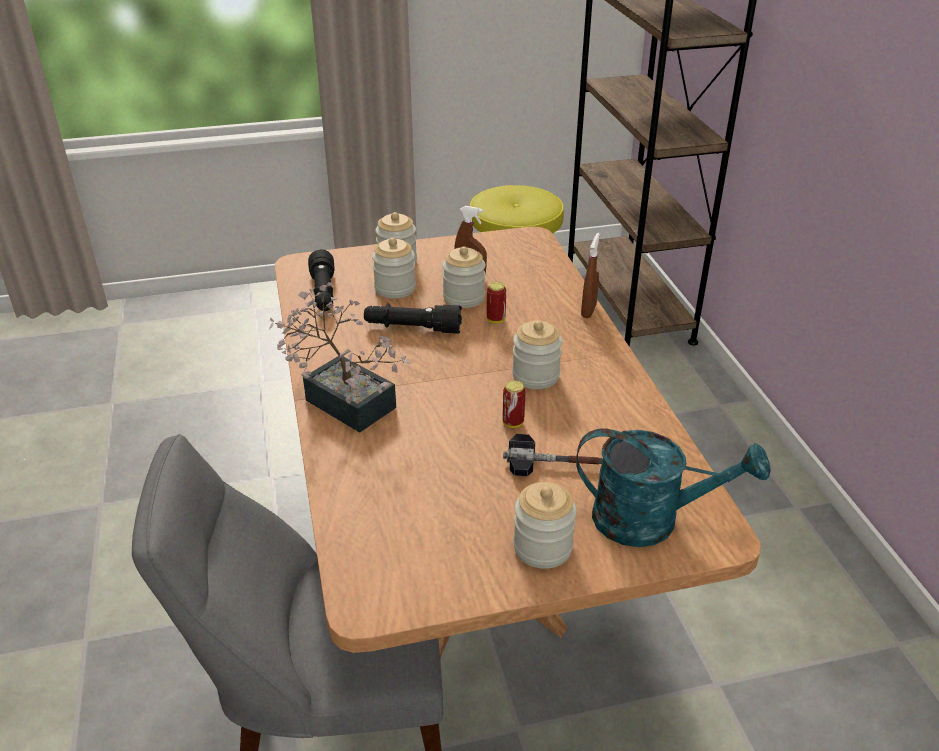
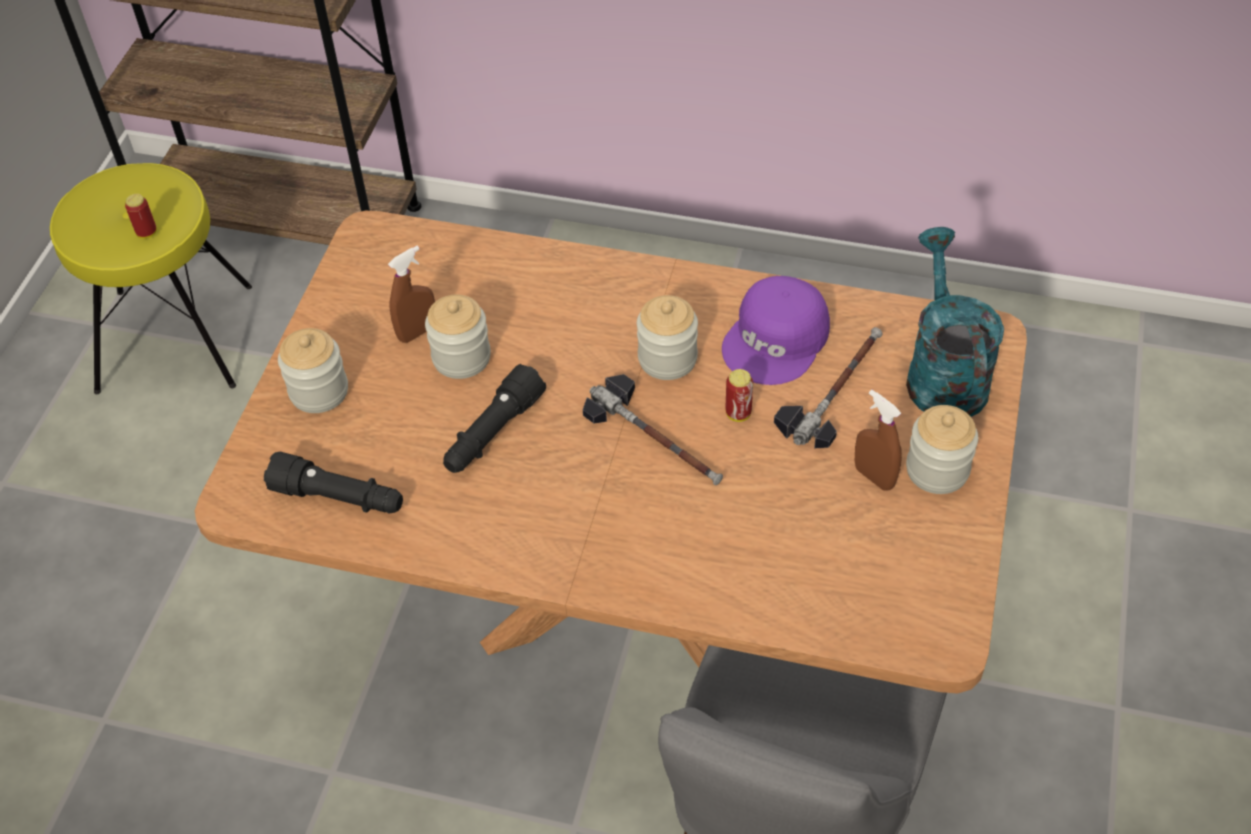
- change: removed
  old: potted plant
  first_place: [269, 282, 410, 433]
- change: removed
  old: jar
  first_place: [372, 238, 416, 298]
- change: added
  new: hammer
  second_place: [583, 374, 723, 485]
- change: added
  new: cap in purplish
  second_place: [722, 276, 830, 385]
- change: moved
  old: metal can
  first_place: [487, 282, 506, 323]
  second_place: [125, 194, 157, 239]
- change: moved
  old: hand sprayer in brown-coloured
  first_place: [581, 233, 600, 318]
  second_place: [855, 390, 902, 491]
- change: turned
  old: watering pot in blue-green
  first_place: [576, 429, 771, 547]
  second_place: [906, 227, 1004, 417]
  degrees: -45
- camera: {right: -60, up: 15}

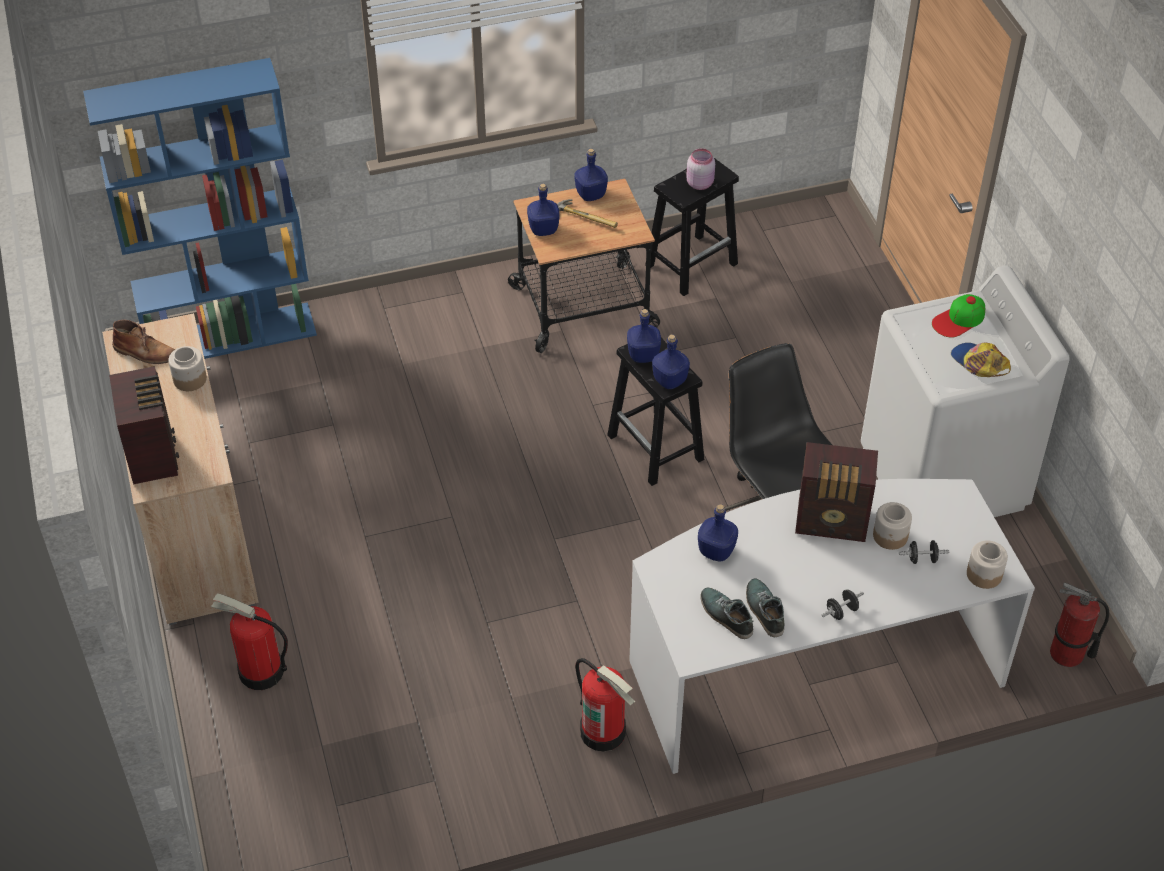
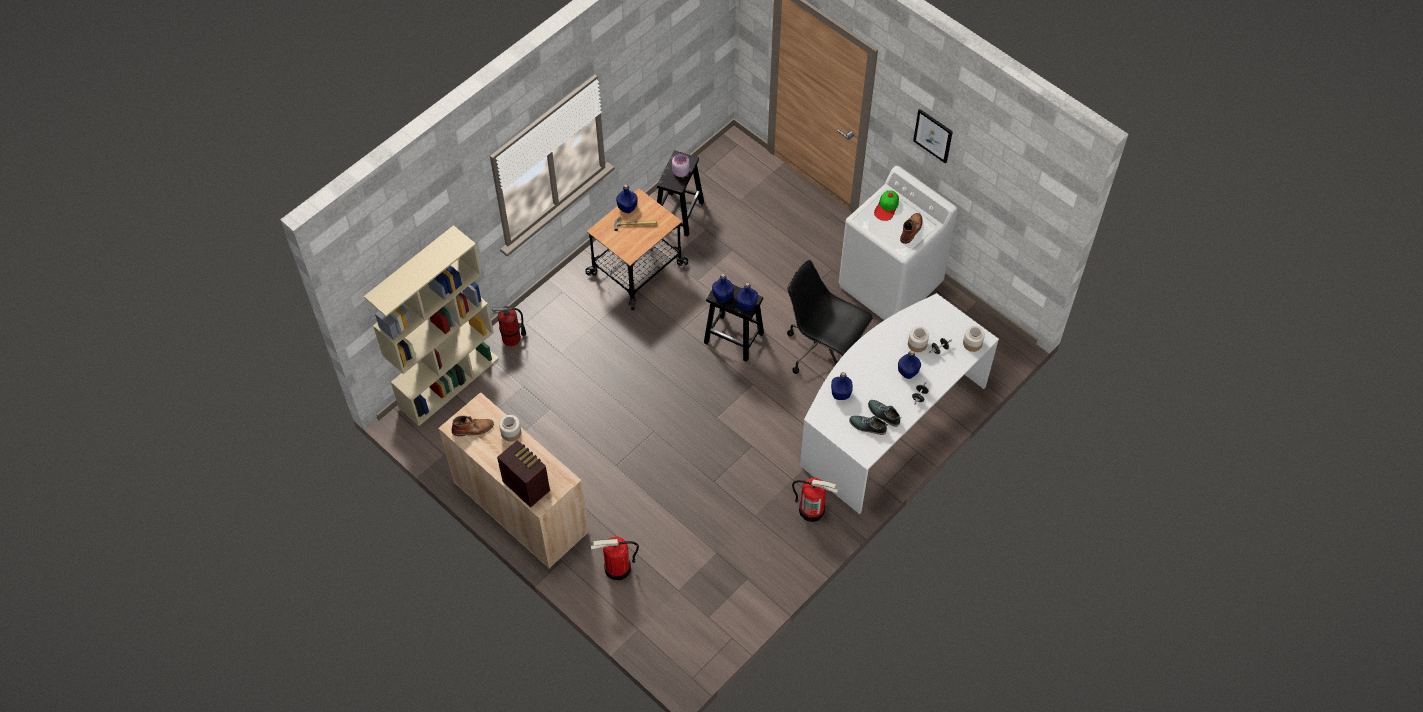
- change: removed
  old: radio set
  first_place: [795, 442, 878, 542]
- change: added
  new: wall art
  second_place: [913, 109, 953, 164]
- change: moved
  old: bottle in blue-coloured
  first_place: [527, 184, 560, 236]
  second_place: [898, 350, 921, 379]
- change: moved
  old: fire-fighting cylinder
  first_place: [1050, 582, 1109, 667]
  second_place: [492, 306, 526, 346]
- change: replaced
  old: cap
  new: boot in brown-coloured
  first_place: [951, 343, 1011, 377]
  second_place: [900, 213, 923, 244]
- change: recoloured
  old: bookshelf in blue-coloured
  new: bookshelf in sand-coloured
  first_place: [83, 58, 317, 359]
  second_place: [364, 225, 499, 426]
- camera: {right: -30, up: 10}

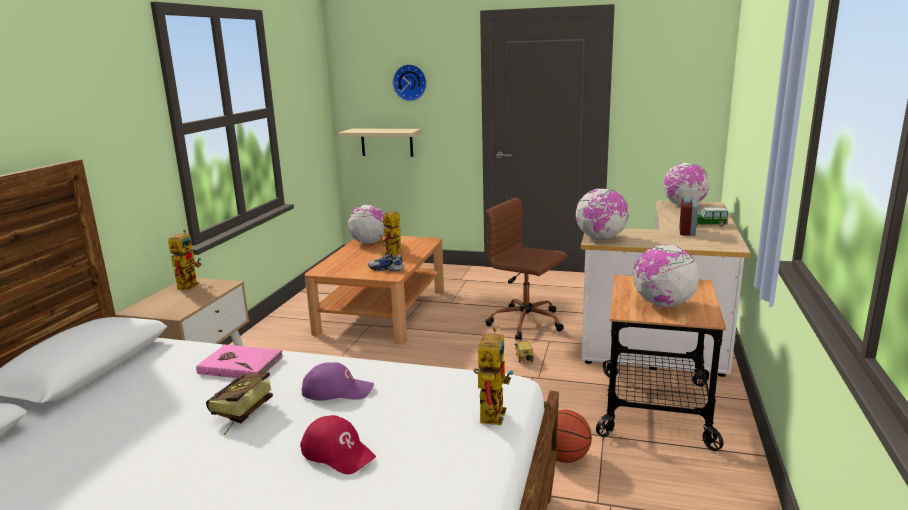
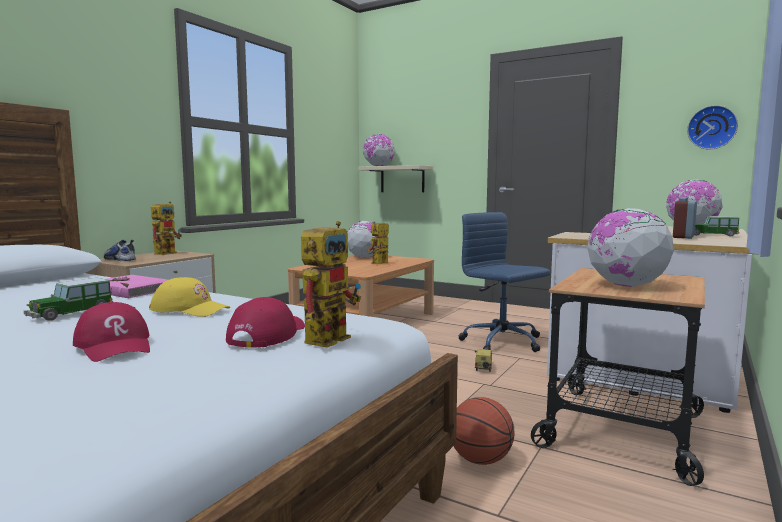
- change: added
  new: cap in red-coloured
  second_place: [226, 297, 305, 348]
- change: moved
  old: item of footwear
  first_place: [368, 253, 404, 272]
  second_place: [104, 240, 136, 261]
- change: moved
  old: clock on the wall
  first_place: [393, 64, 427, 101]
  second_place: [687, 105, 738, 149]
- change: moved
  old: desk globe
  first_place: [576, 188, 629, 240]
  second_place: [363, 134, 395, 166]
- change: replaced
  old: bound book
  new: toy car
  first_place: [206, 372, 273, 435]
  second_place: [24, 278, 113, 321]
- change: recoloured
  old: cap in purplish
  new: cap in yellow-coloured
  first_place: [301, 362, 374, 401]
  second_place: [149, 277, 230, 317]
- change: recoloured
  old: office chair in brown-coloured
  new: office chair in blue-coloured
  first_place: [485, 198, 567, 340]
  second_place: [458, 212, 551, 352]
- camera: {right: 15, up: -10}

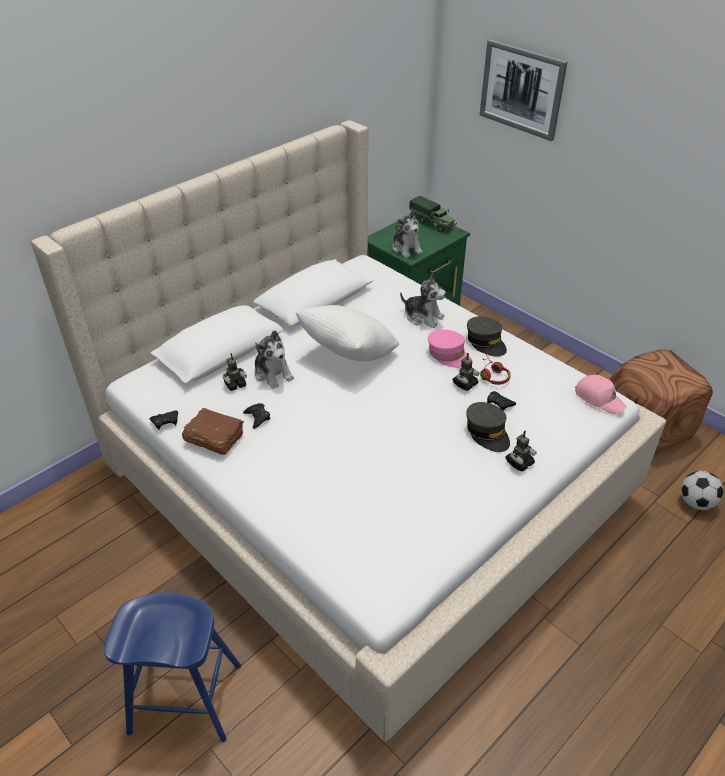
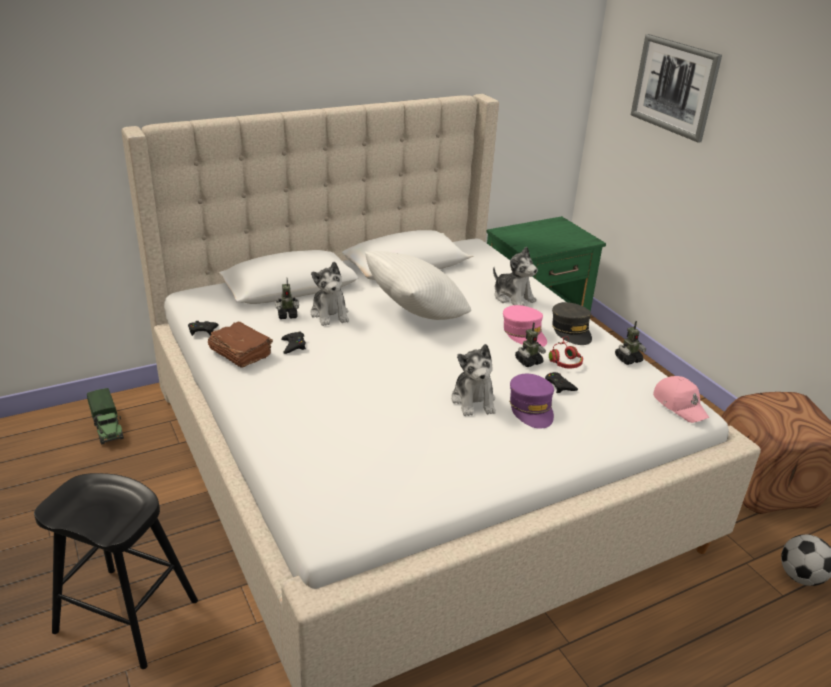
- change: moved
  old: plush toy
  first_place: [392, 210, 423, 258]
  second_place: [451, 344, 496, 416]
- change: moved
  old: model truck
  first_place: [409, 196, 457, 233]
  second_place: [87, 388, 124, 445]
- change: moved
  old: toy robot
  first_place: [506, 430, 537, 471]
  second_place: [615, 321, 646, 365]
- change: recoloured
  old: sitting stool in blue-coloured
  new: sitting stool in black-coloured
  first_place: [104, 592, 241, 742]
  second_place: [34, 473, 198, 669]
- change: recoloured
  old: cap in gray
  new: cap in purplish
  first_place: [466, 402, 510, 452]
  second_place: [509, 374, 554, 429]
- camera: {right: 15, up: -10}

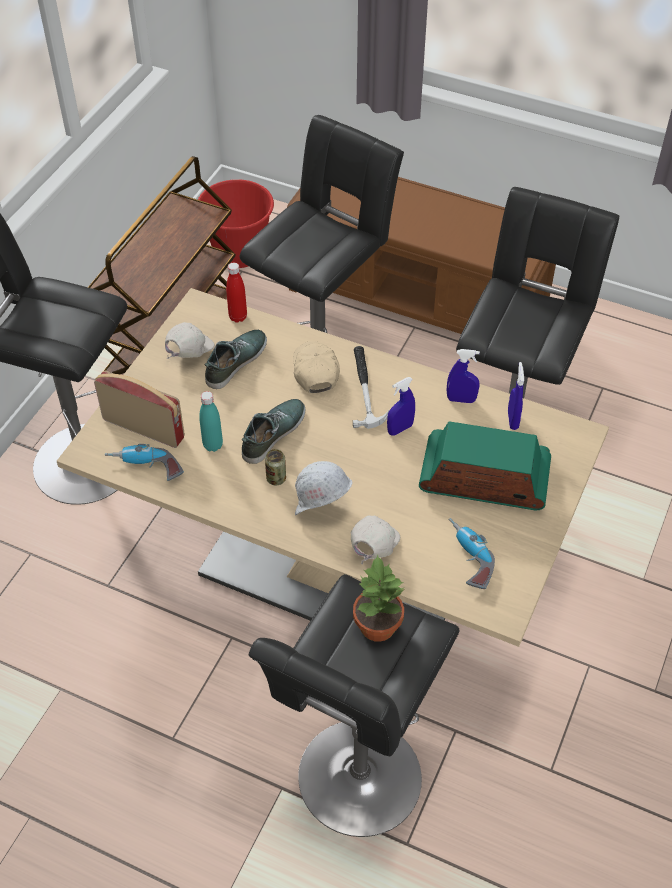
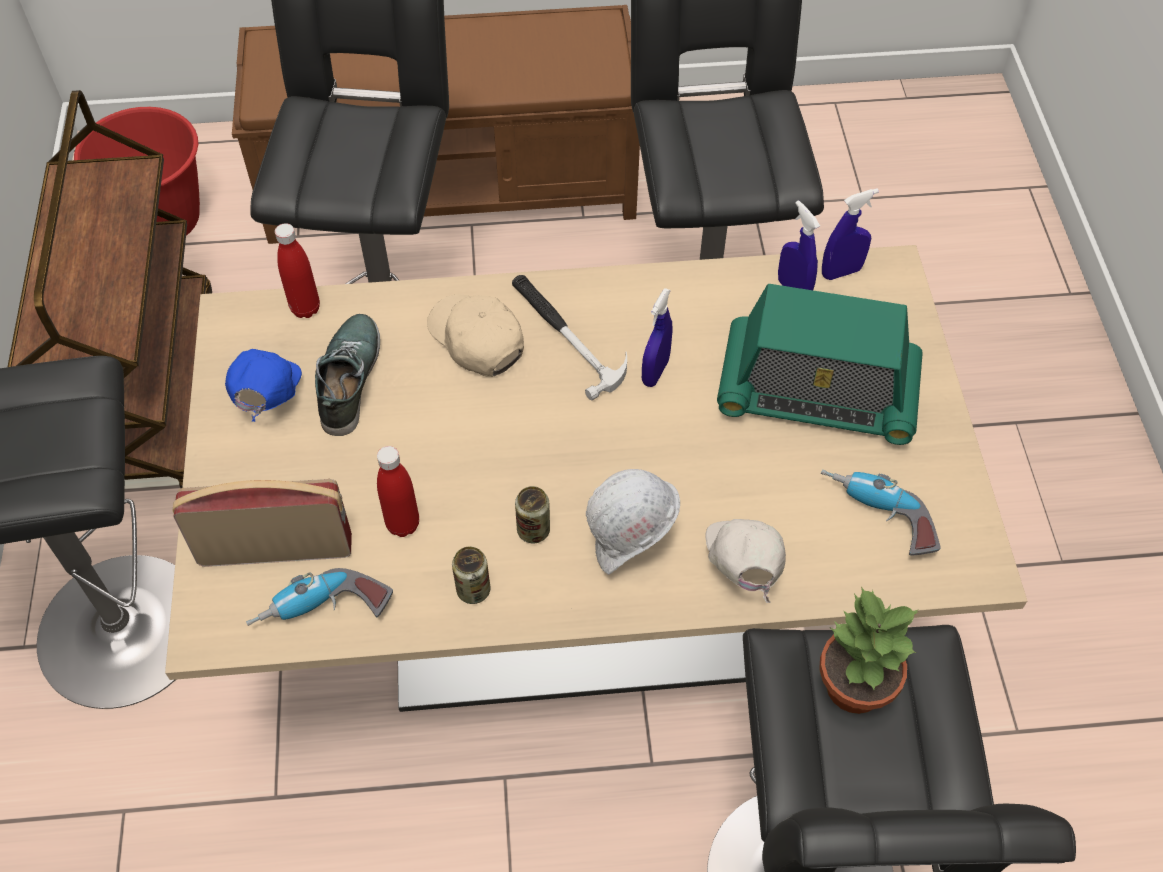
- change: removed
  old: item of footwear
  first_place: [242, 399, 306, 464]
- change: added
  new: metal can
  second_place: [452, 546, 490, 604]
- change: moved
  old: hand sprayer in blue-coloured
  first_place: [447, 349, 480, 403]
  second_place: [822, 188, 879, 280]
- change: recoloured
  old: cap in white
  new: cap in blue-coloured
  first_place: [165, 322, 215, 359]
  second_place: [225, 349, 302, 422]
- change: recoloured
  old: bottle in blue-green
  new: bottle in red-coloured
  first_place: [199, 391, 223, 452]
  second_place: [377, 446, 419, 537]
- change: turned
  old: radio set
  first_place: [419, 421, 551, 510]
  second_place: [717, 284, 923, 445]
  degrees: -150
- camera: {right: -30, up: 5}

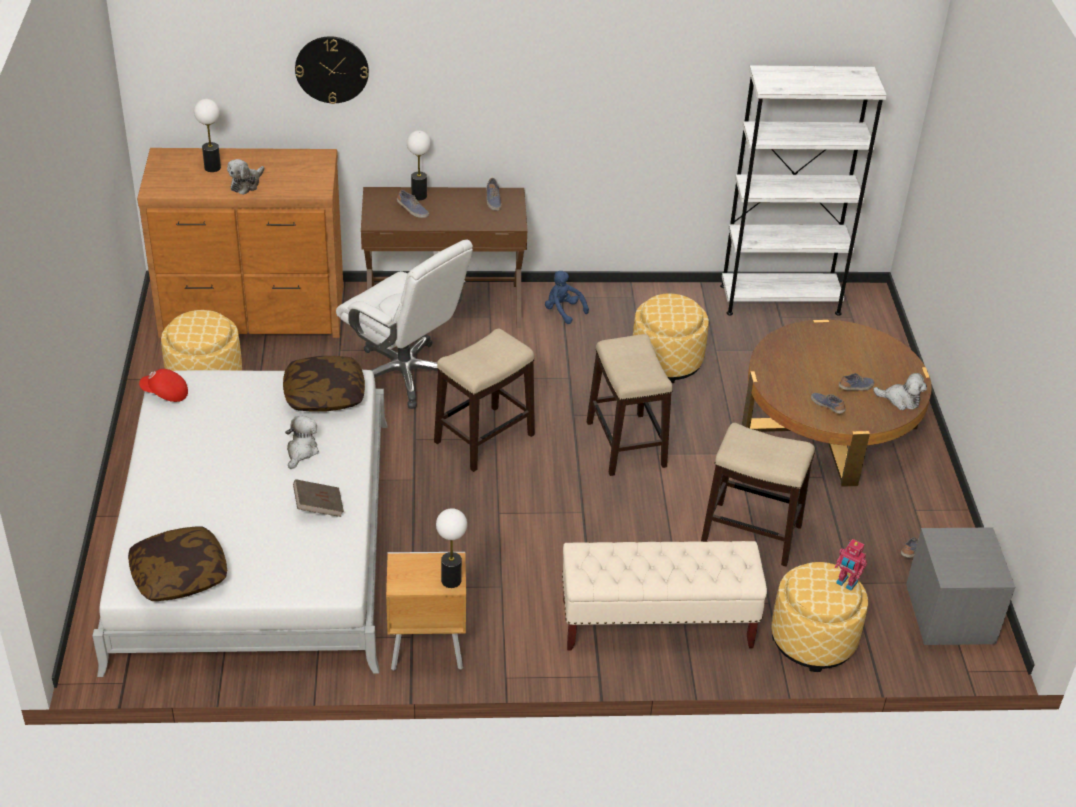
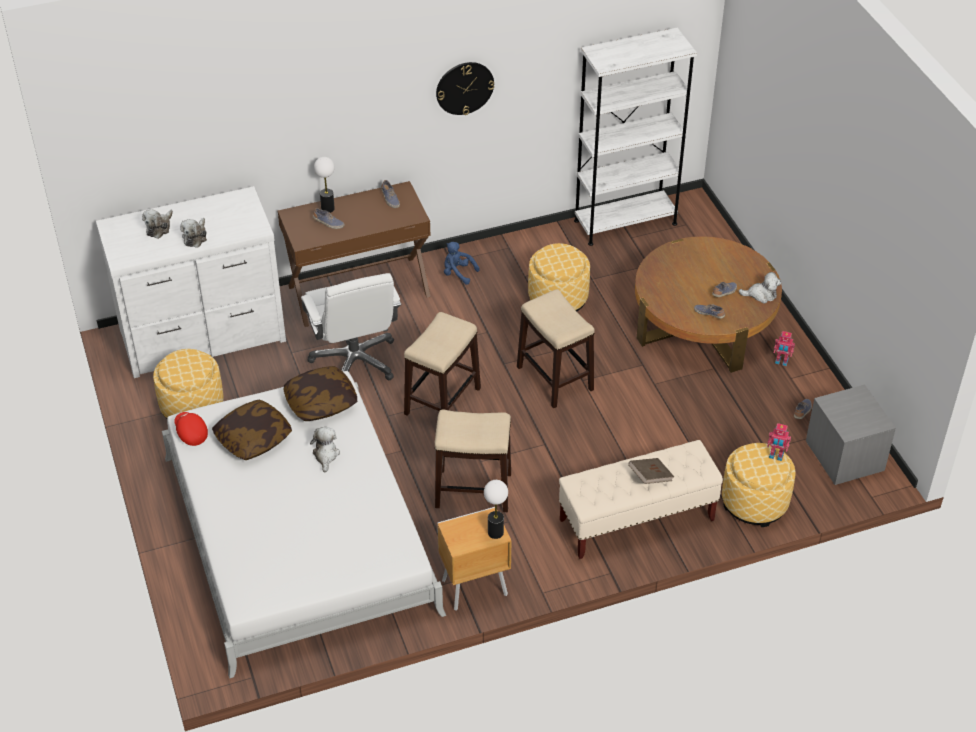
- change: added
  new: toy robot
  second_place: [774, 331, 795, 366]
- change: moved
  old: throw pillow
  first_place: [128, 526, 227, 601]
  second_place: [212, 399, 292, 460]
- change: moved
  old: bound book in brown-coloured
  first_place: [293, 479, 344, 517]
  second_place: [628, 458, 674, 484]
- change: moved
  old: clock on the wall
  first_place: [295, 36, 369, 104]
  second_place: [436, 62, 494, 115]
- change: moved
  old: sitting stool
  first_place: [701, 423, 815, 566]
  second_place: [434, 409, 511, 512]
- change: replaced
  old: lamp for a table
  new: plush toy
  first_place: [194, 99, 221, 172]
  second_place: [142, 209, 173, 239]
- change: recoloured
  old: dresser in brown-coloured
  new: dresser in white
  first_place: [137, 148, 343, 338]
  second_place: [96, 186, 286, 378]
- change: turned
  old: cap in red-coloured
  first_place: [139, 369, 188, 402]
  second_place: [174, 412, 208, 446]
  degrees: 60
- change: turned
  old: office chair in white
  first_place: [336, 240, 473, 409]
  second_place: [301, 273, 401, 380]
  degrees: 45
- camera: {right: -15, up: 5}

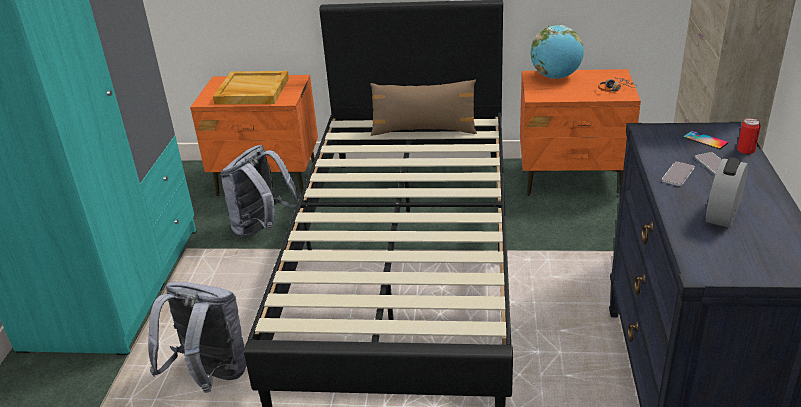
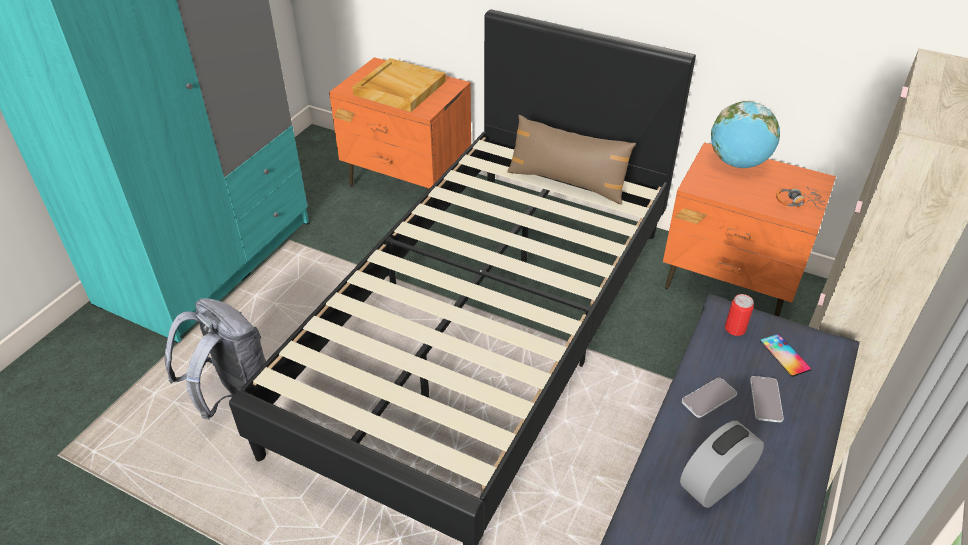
- change: removed
  old: backpack in gray
  first_place: [221, 145, 299, 238]
- change: moved
  old: metal can
  first_place: [737, 118, 761, 154]
  second_place: [725, 294, 754, 336]
- camera: {right: 20, up: 10}

